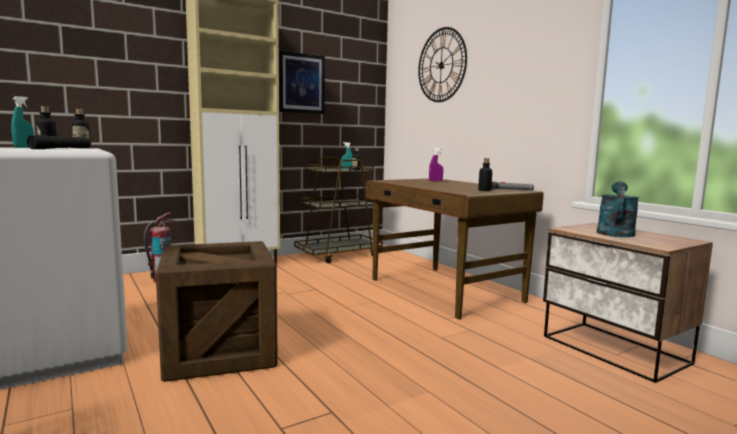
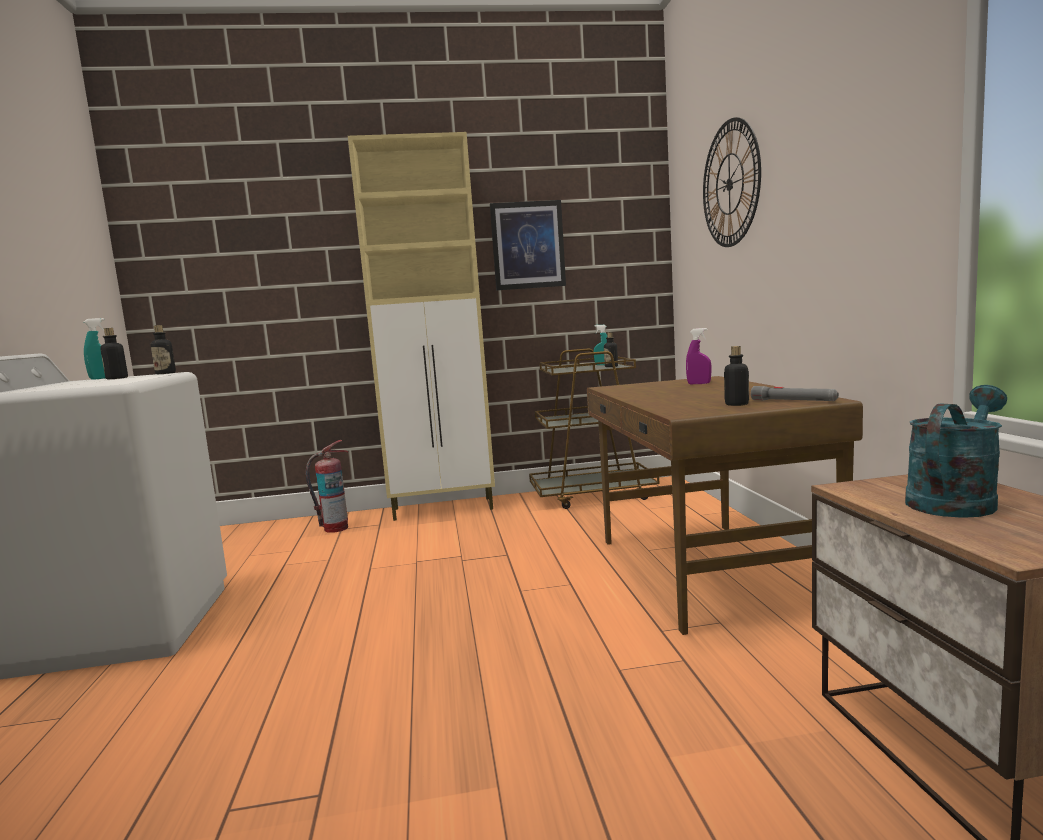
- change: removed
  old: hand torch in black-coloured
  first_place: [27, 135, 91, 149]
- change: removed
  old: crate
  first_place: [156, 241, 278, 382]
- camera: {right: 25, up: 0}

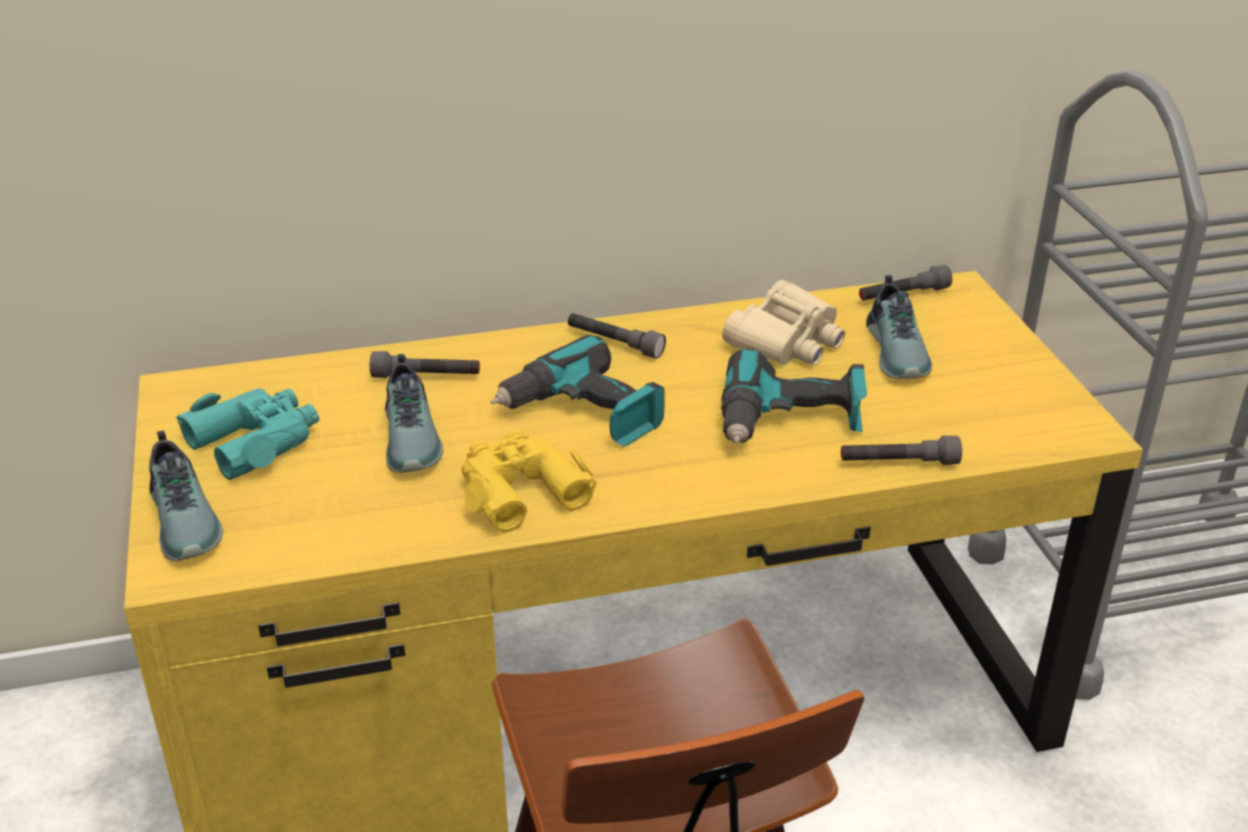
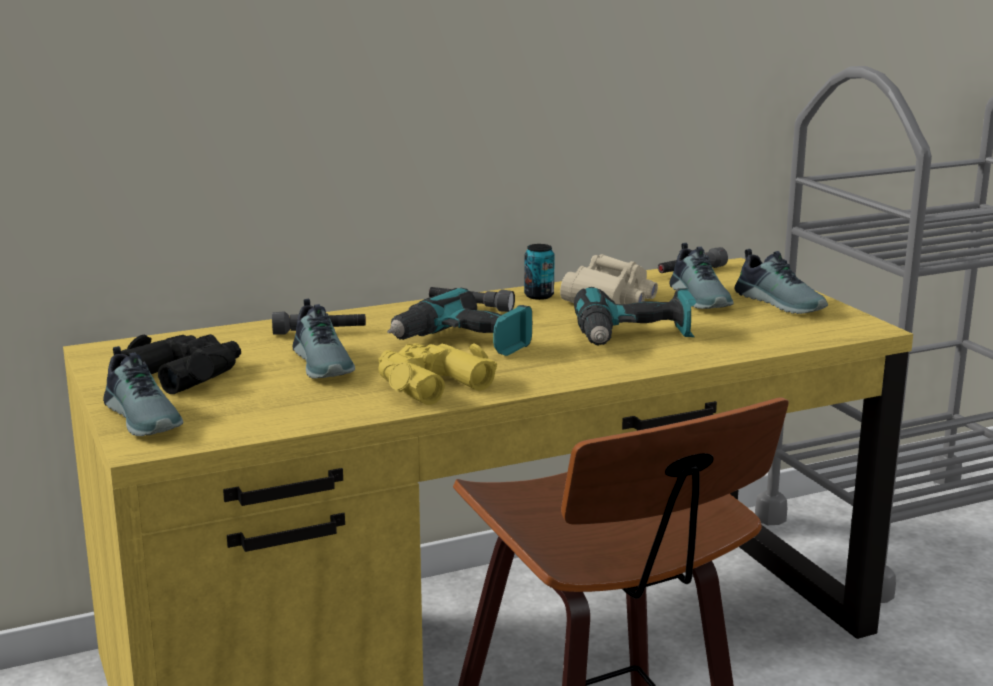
- change: removed
  old: hand torch in gray
  first_place: [841, 436, 962, 465]
- change: added
  new: metal can
  second_place: [524, 244, 555, 300]
- change: added
  new: item of footwear
  second_place: [734, 249, 828, 314]
- change: recoloured
  old: binoculars in blue-green
  new: binoculars in black-coloured
  first_place: [176, 388, 319, 480]
  second_place: [121, 334, 241, 394]
- camera: {right: -10, up: -15}

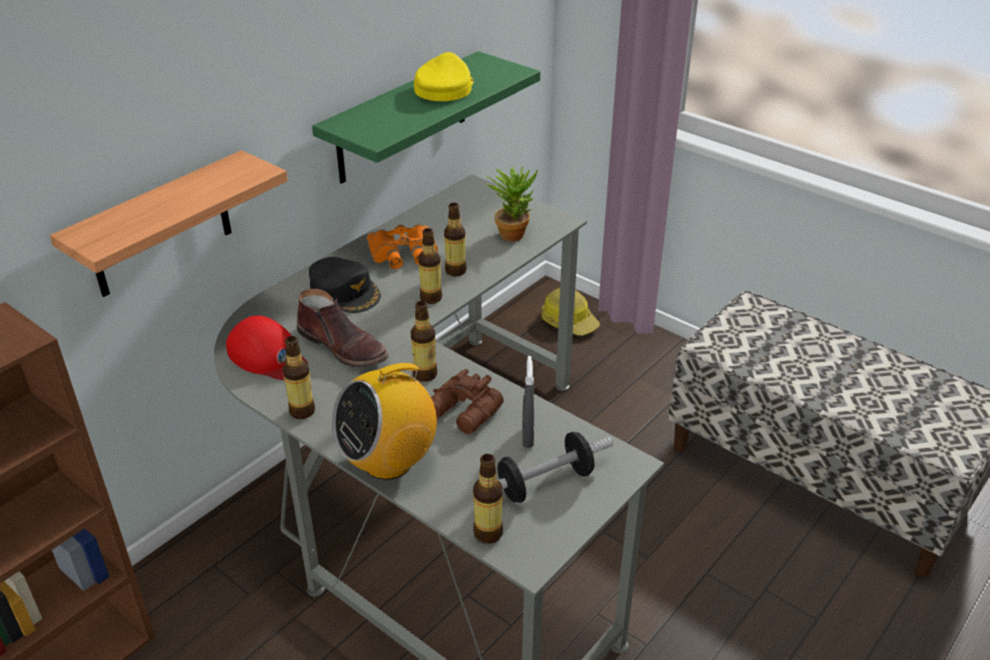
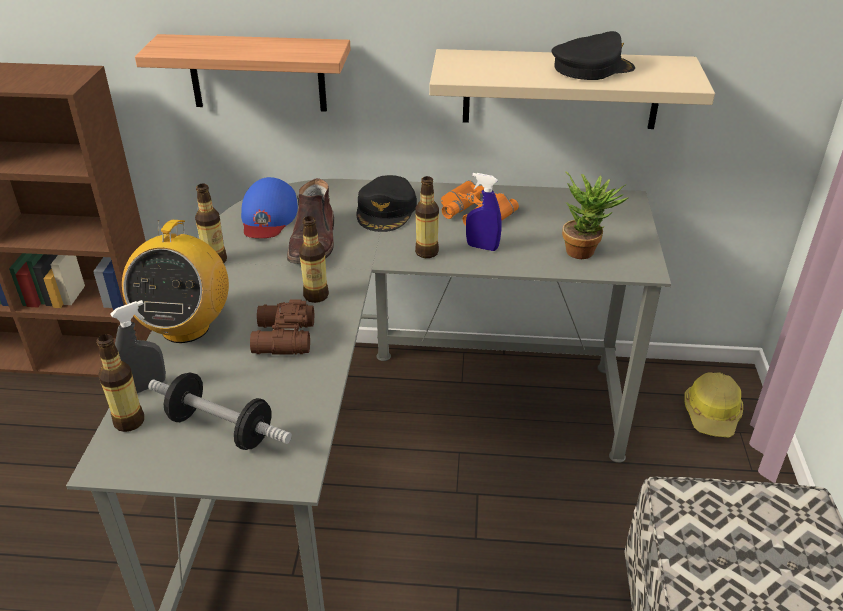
- change: moved
  old: hand sprayer in gray
  first_place: [522, 356, 534, 448]
  second_place: [110, 300, 166, 393]
- change: replaced
  old: bottle
  new: hand sprayer in blue-coloured
  first_place: [444, 203, 466, 276]
  second_place: [466, 173, 502, 251]
- change: recoloured
  old: cap in red-coloured
  new: cap in blue-coloured
  first_place: [226, 315, 308, 380]
  second_place: [241, 177, 298, 238]
- change: recoloured
  old: shelf in greenish
  new: shelf in sand-coloured
  first_place: [312, 51, 540, 184]
  second_place: [429, 49, 715, 129]
- change: recoloured
  old: cap in yellow-coloured
  new: cap in black-coloured
  first_place: [414, 52, 474, 101]
  second_place: [552, 31, 635, 80]
- change: turned
  old: radio set
  first_place: [332, 354, 437, 480]
  second_place: [122, 220, 229, 343]
  degrees: -105
- camera: {right: 55, up: 0}

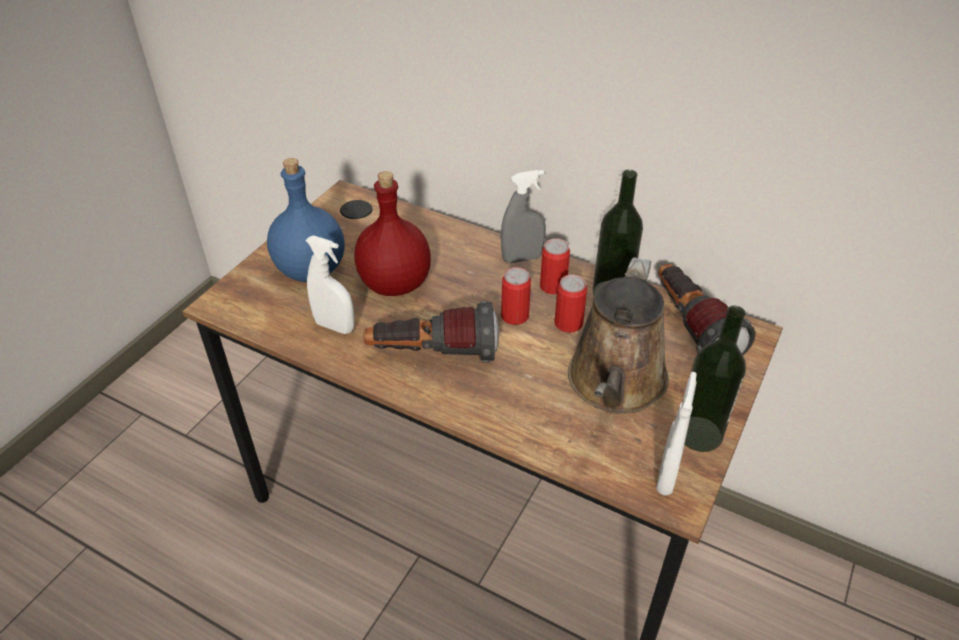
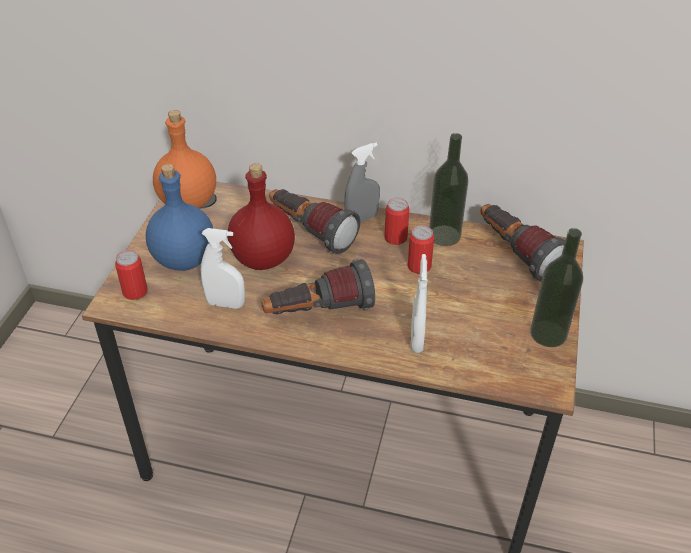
- change: removed
  old: watering pot in brown-coloured
  first_place: [568, 257, 669, 414]
- change: added
  new: bottle in orange-coloured
  second_place: [153, 110, 216, 208]
- change: added
  new: hand torch
  second_place: [269, 189, 360, 254]
- change: moved
  old: metal can
  first_place: [501, 267, 531, 325]
  second_place: [115, 250, 148, 300]
- change: moved
  old: hand sprayer in white
  first_place: [656, 372, 697, 495]
  second_place: [411, 254, 428, 353]
- camera: {right: -15, up: 0}

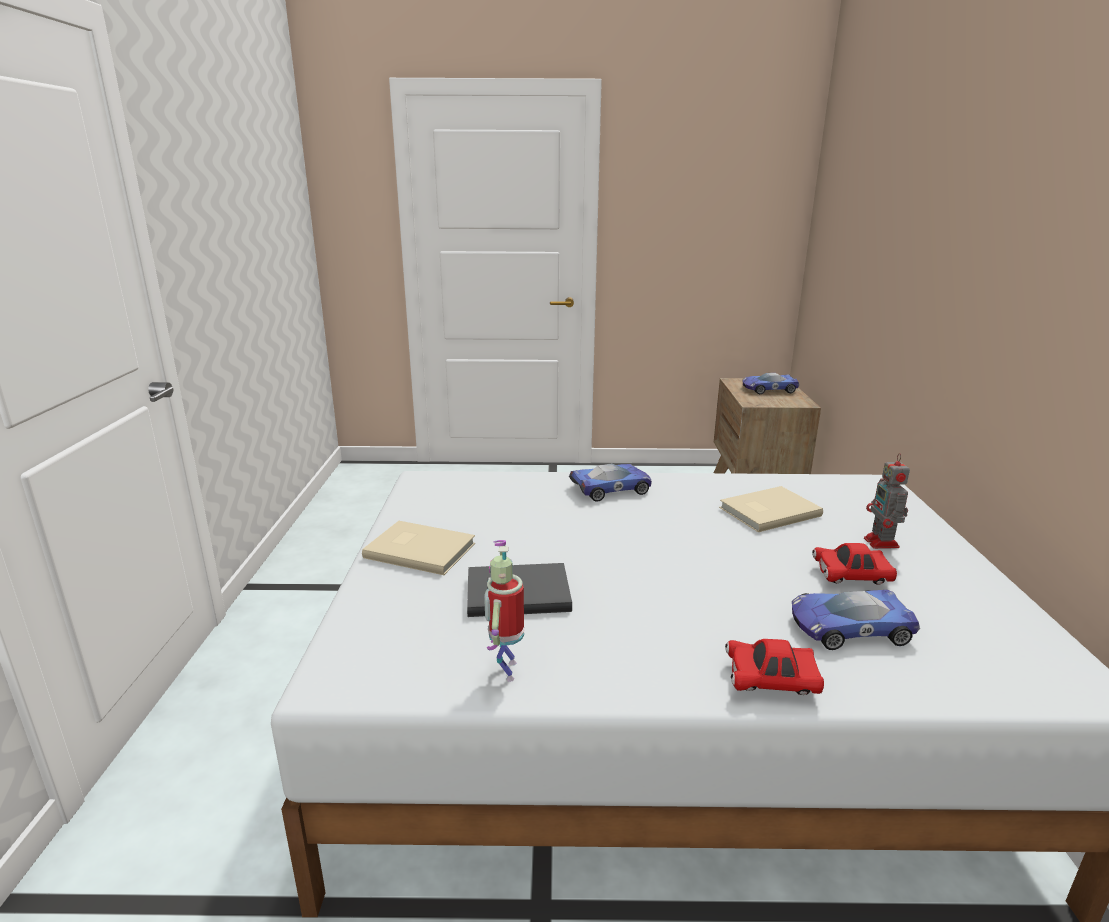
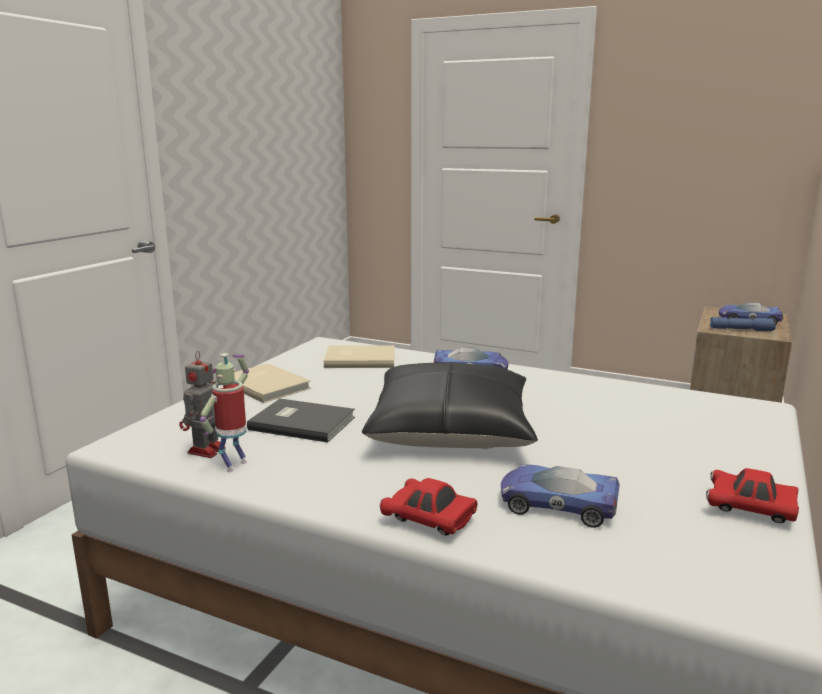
- change: added
  new: throw pillow in black-coloured
  second_place: [362, 362, 538, 449]
- change: added
  new: hand torch in blue-coloured
  second_place: [710, 317, 776, 331]
- change: moved
  old: bound book in sand-coloured
  first_place: [719, 486, 823, 532]
  second_place: [324, 345, 395, 368]
- change: moved
  old: toy car in red-coloured
  first_place: [812, 543, 897, 584]
  second_place: [706, 468, 799, 523]
- change: moved
  old: toy robot
  first_place: [864, 453, 910, 549]
  second_place: [179, 351, 226, 458]
- camera: {right: 25, up: -5}

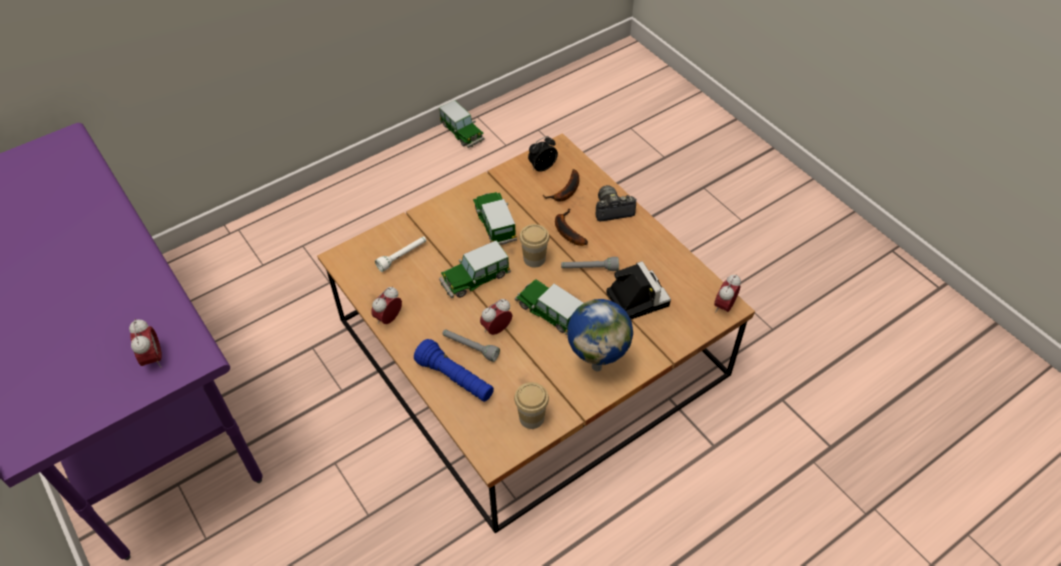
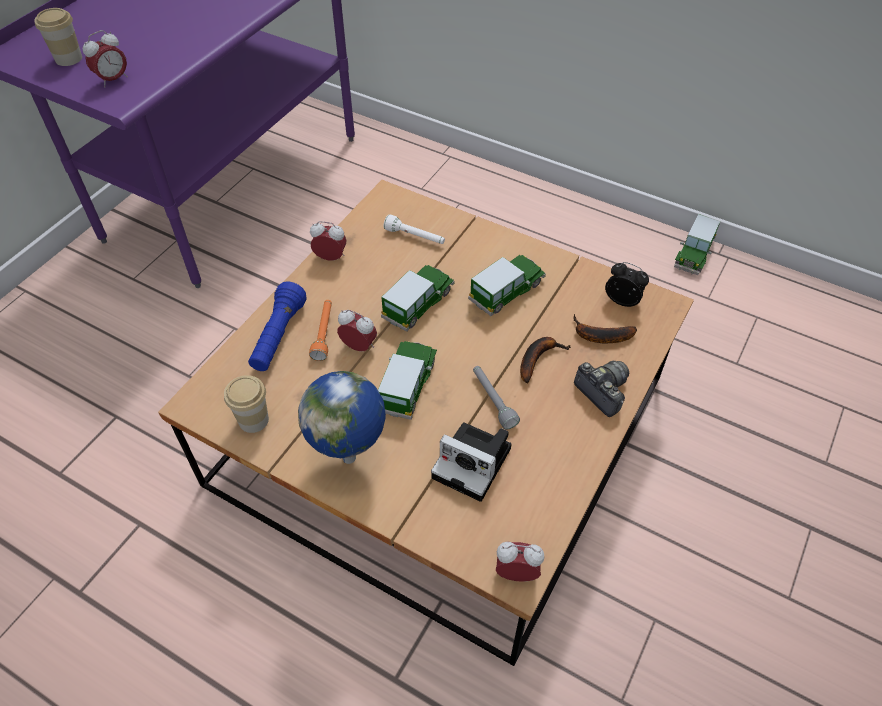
- change: moved
  old: small cup
  first_place: [519, 224, 550, 268]
  second_place: [34, 8, 82, 66]
- change: recoloured
  old: hand torch in gray
  new: hand torch in orange-coloured
  first_place: [442, 329, 500, 362]
  second_place: [309, 300, 332, 361]
- change: turned
  old: toy car
  first_place: [439, 240, 511, 298]
  second_place: [381, 265, 454, 332]
  degrees: 90
- change: turned
  old: photo camera
  first_place: [606, 261, 671, 319]
  second_place: [431, 422, 512, 502]
  degrees: 75
- camera: {right: 65, up: 0}

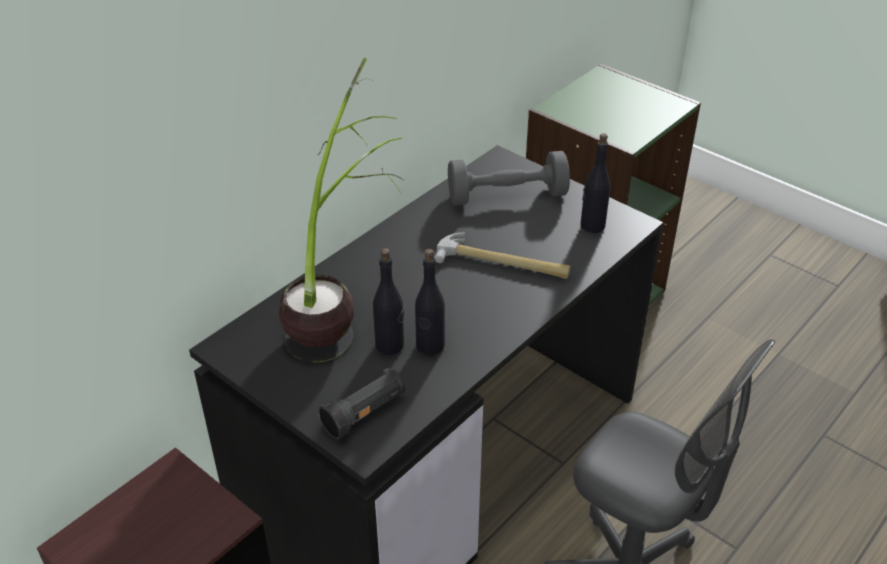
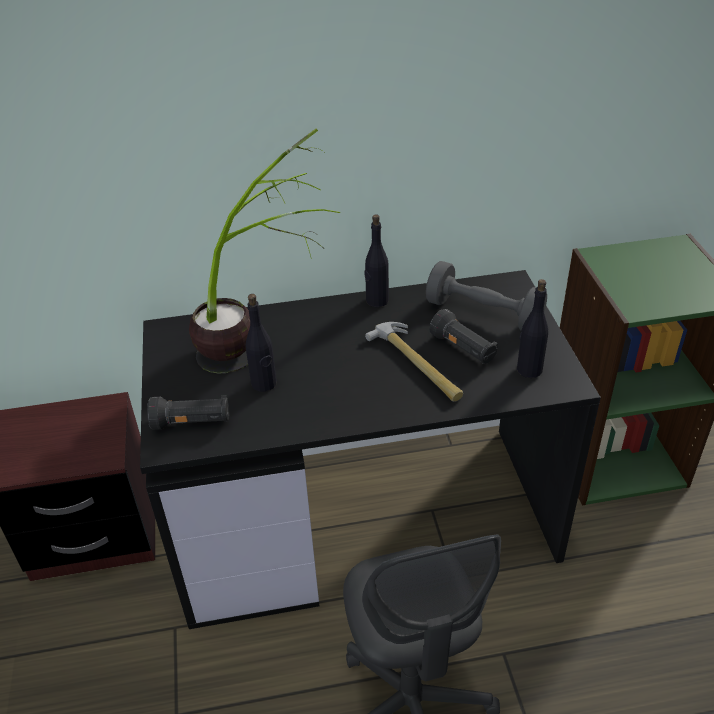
- change: added
  new: hand torch in black-coloured
  second_place: [429, 309, 498, 364]
- change: moved
  old: bottle in black-coloured
  first_place: [415, 249, 445, 356]
  second_place: [364, 214, 389, 307]
- camera: {right: 40, up: 0}

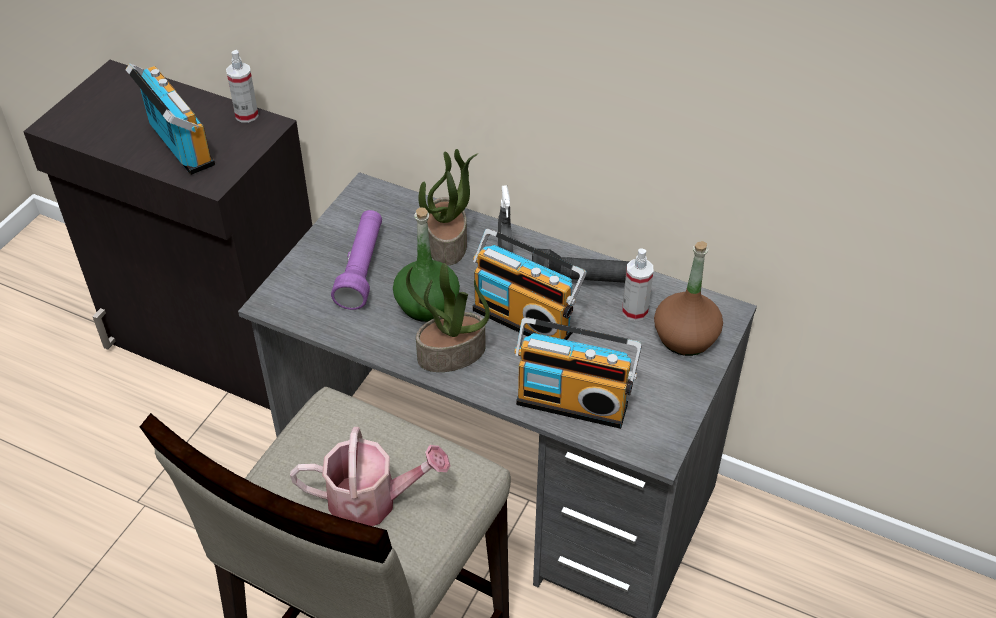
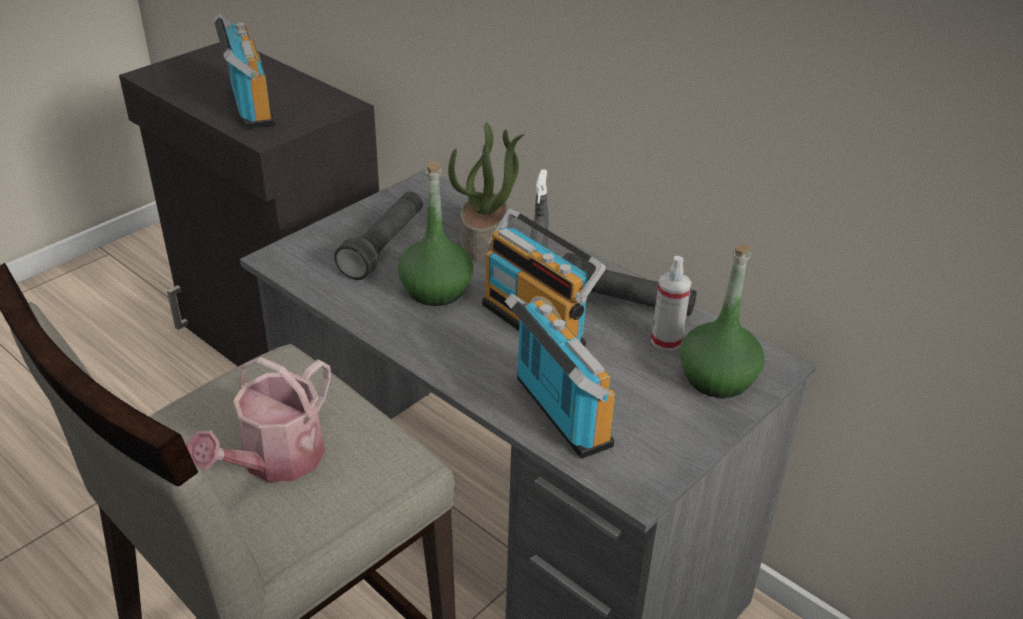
- change: removed
  old: hand sprayer
  first_place: [226, 50, 259, 123]
- change: removed
  old: potted plant
  first_place: [406, 263, 490, 372]
- change: recoloured
  old: hand torch in purplish
  new: hand torch in black-coloured
  first_place: [331, 210, 382, 310]
  second_place: [334, 192, 423, 280]
- change: recoloured
  old: bottle in brown-coloured
  new: bottle in greenish
  first_place: [654, 241, 723, 356]
  second_place: [680, 245, 765, 398]
- change: turned
  old: watering pot
  first_place: [290, 427, 451, 526]
  second_place: [186, 357, 331, 482]
  degrees: 105
- change: turned
  old: radio set
  first_place: [514, 318, 642, 429]
  second_place: [505, 293, 616, 459]
  degrees: -150
- camera: {right: 15, up: -10}

